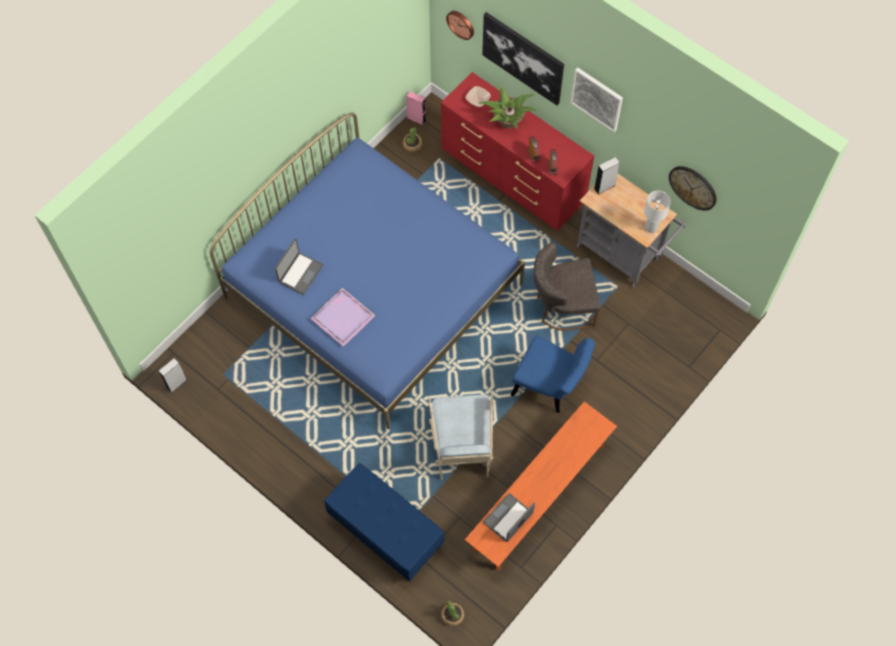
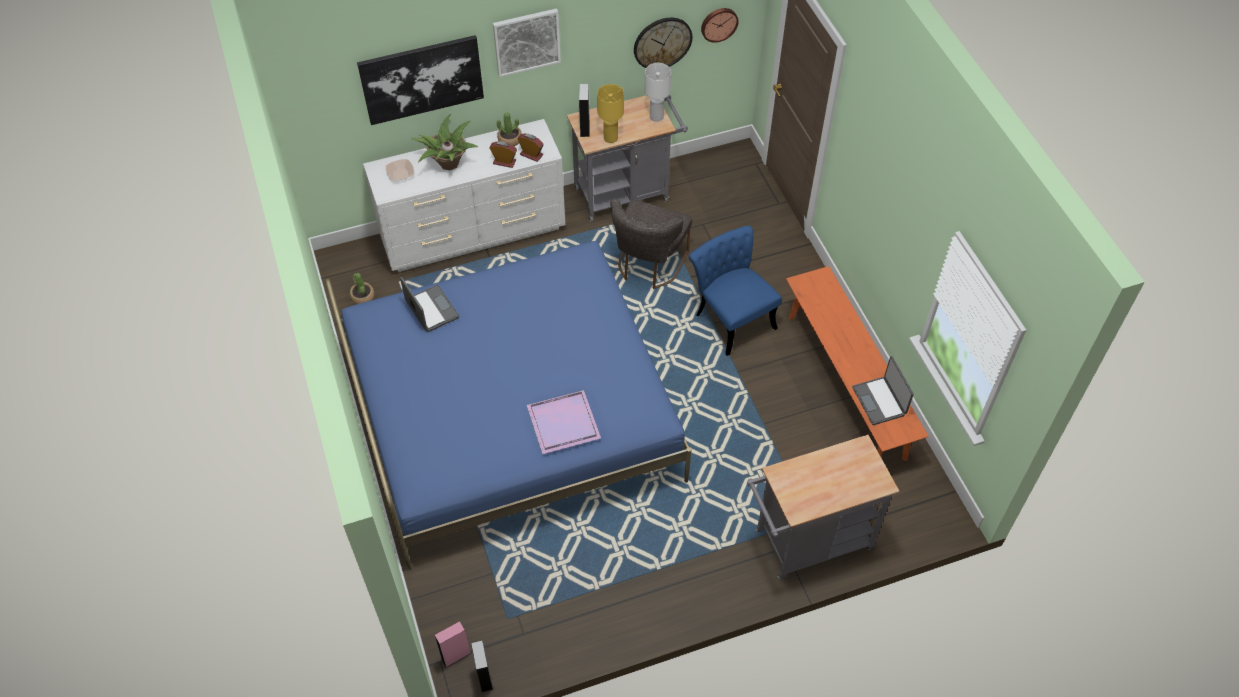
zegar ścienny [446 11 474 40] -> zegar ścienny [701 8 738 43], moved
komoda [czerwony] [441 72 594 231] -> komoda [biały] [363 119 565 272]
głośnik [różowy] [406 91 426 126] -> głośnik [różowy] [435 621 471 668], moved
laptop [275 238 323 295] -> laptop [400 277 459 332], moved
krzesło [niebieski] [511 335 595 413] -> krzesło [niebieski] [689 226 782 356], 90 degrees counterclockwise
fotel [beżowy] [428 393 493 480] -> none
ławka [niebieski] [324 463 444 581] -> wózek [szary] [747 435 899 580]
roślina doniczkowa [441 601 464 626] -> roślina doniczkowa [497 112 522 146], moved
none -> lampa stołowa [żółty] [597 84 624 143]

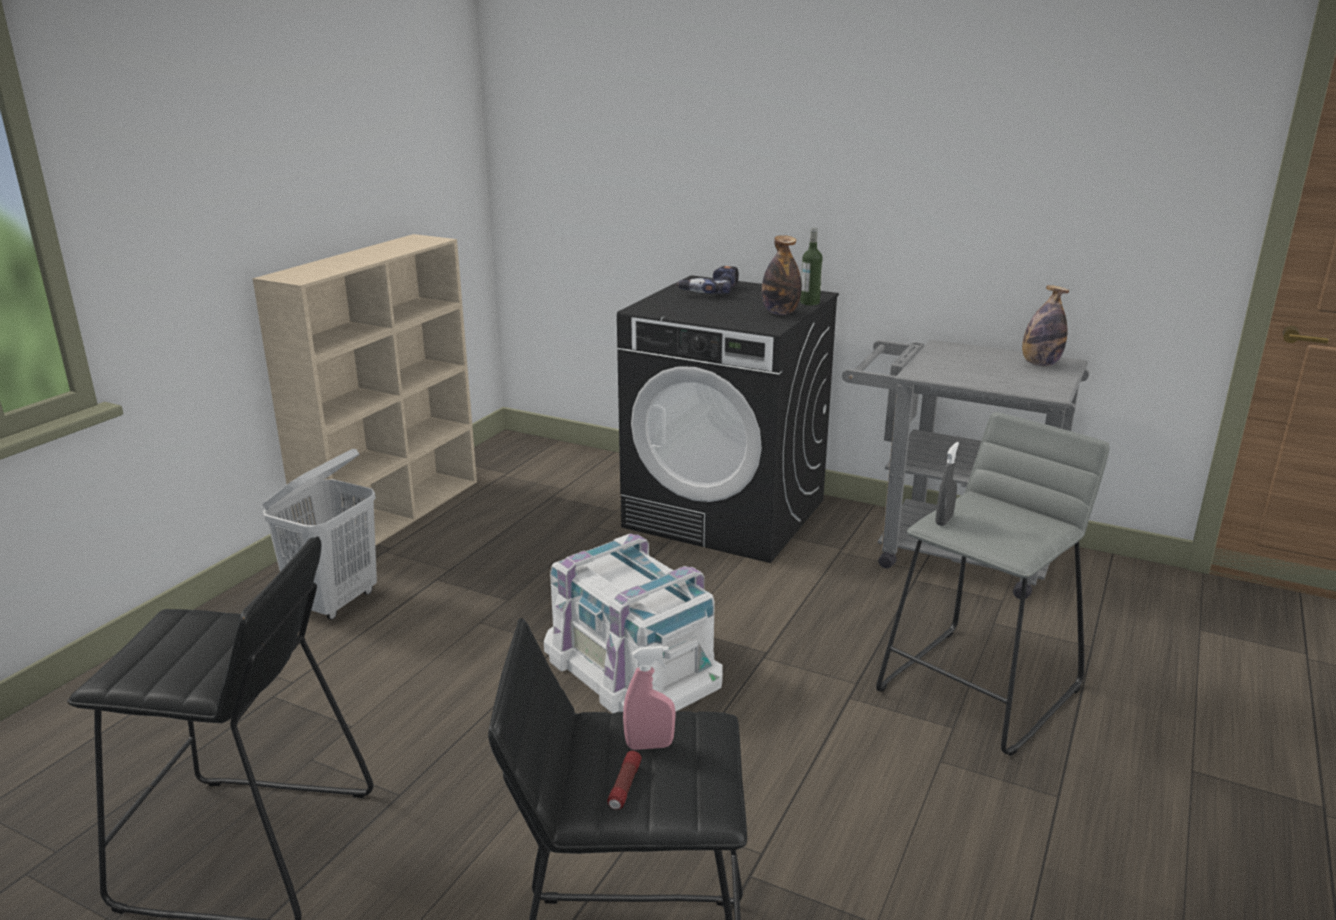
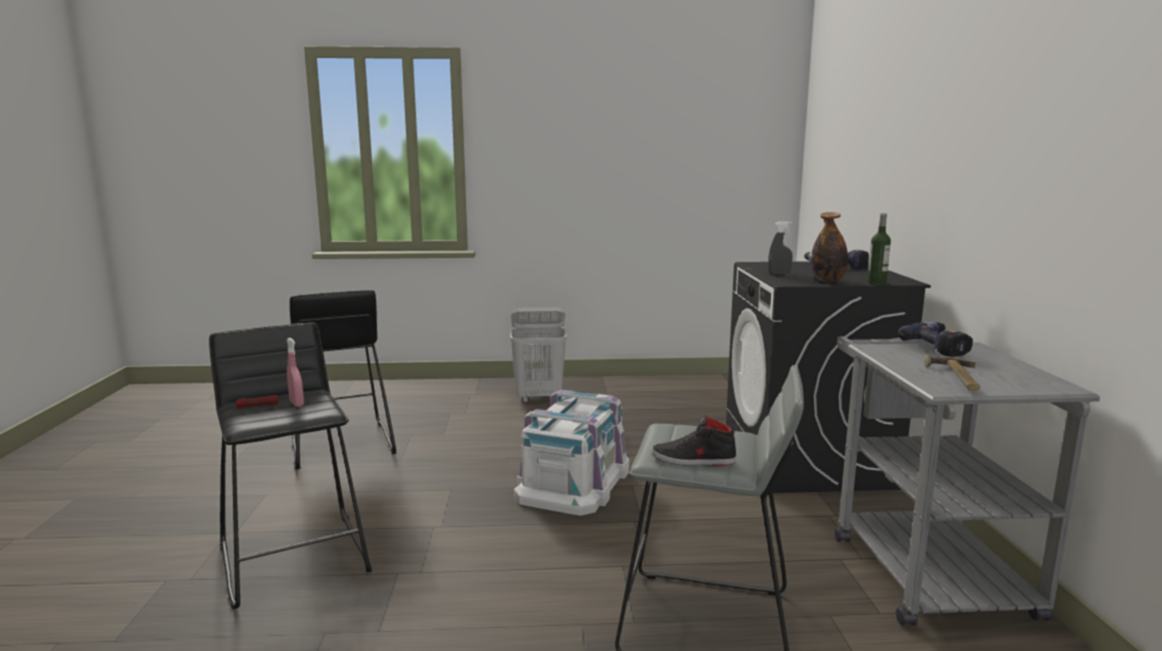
regał [beżowy] [252 234 477 551] -> none
butelka [1022 285 1069 366] -> none
spryskiwacz [szary] [936 442 959 526] -> spryskiwacz [szary] [768 221 793 275], moved
none -> wiertarka [898 322 973 357]
none -> młotek [924 354 980 391]
none -> but [czarny] [651 415 736 466]

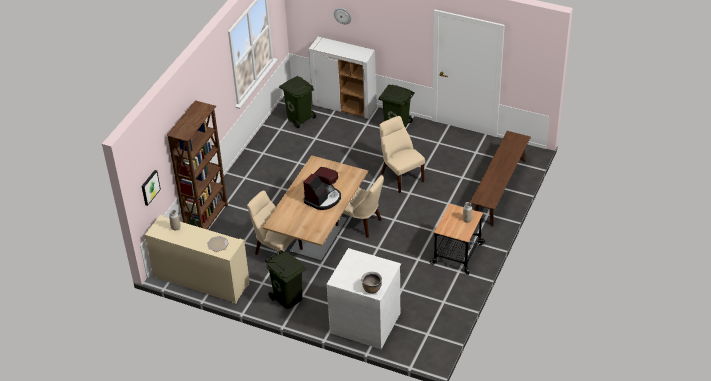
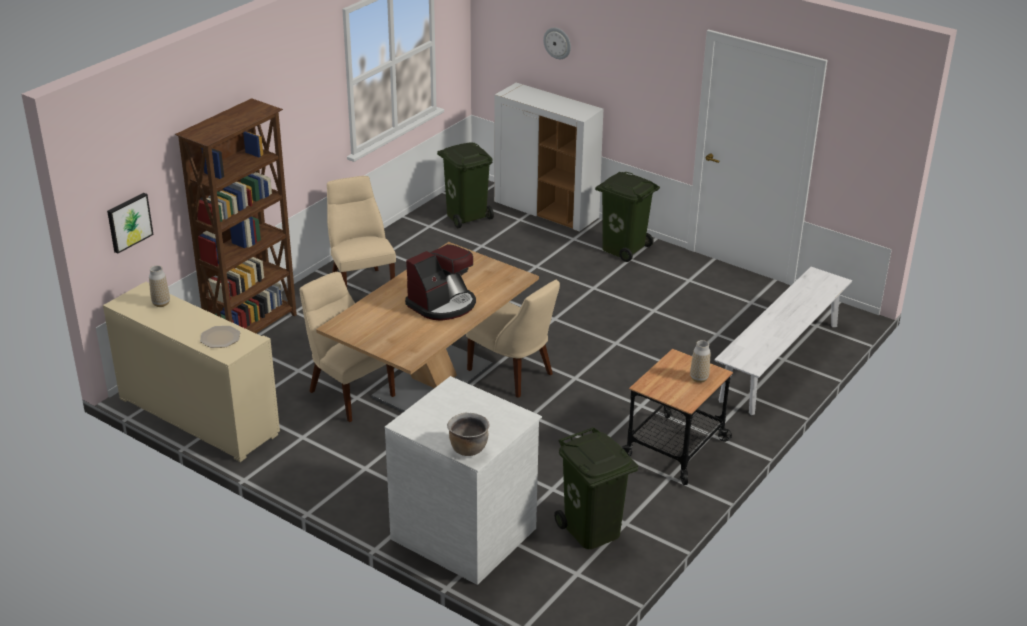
krzesło [beżowy] [379 116 425 193] -> krzesło [beżowy] [327 176 396 287], moved
ławka [brązowy] [470 131 531 226] -> ławka [biały] [714 267 852 415]
kosz na śmieci [zielony] [265 250 306 309] -> kosz na śmieci [zielony] [554 427 638 549], moved

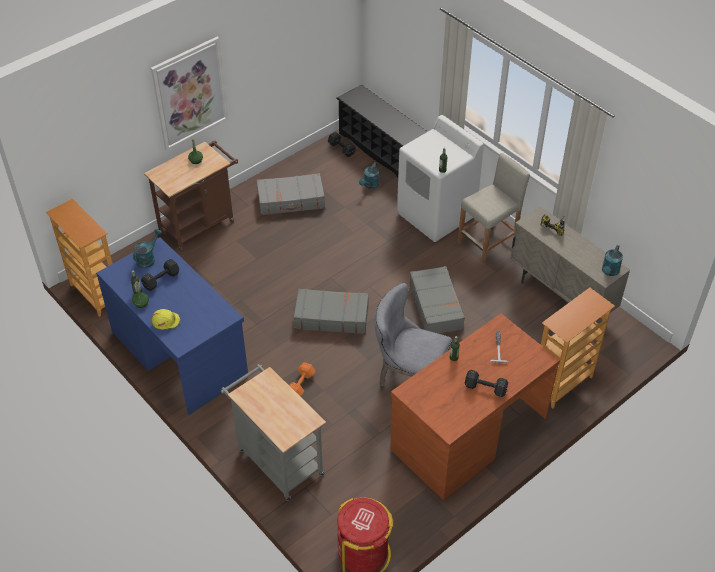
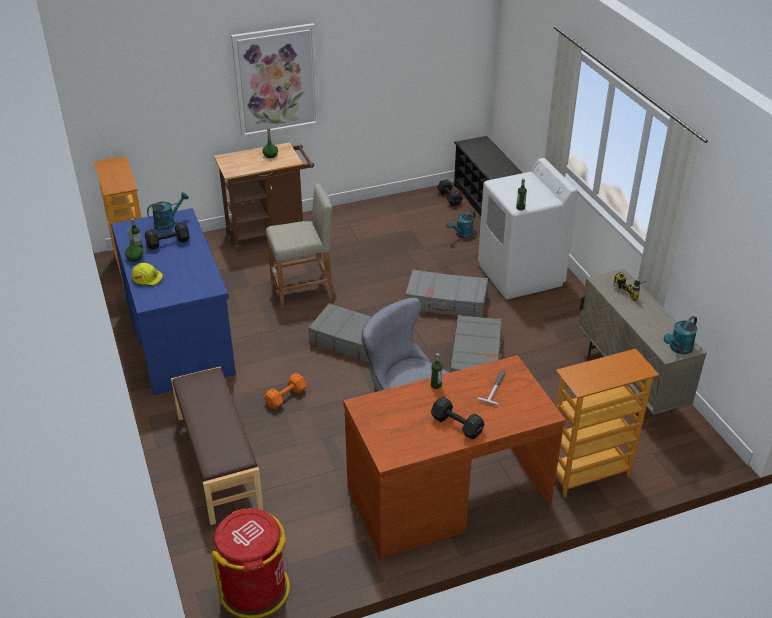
stołek [beżowy] [457 153 530 265] -> stołek [beżowy] [266 183 336 308], moved
walizka [szary] [257 173 325 215] -> walizka [szary] [405 269 488 318], moved
wózek [szary] [221 364 326 501] -> ławka [brązowy] [171 367 264 525]

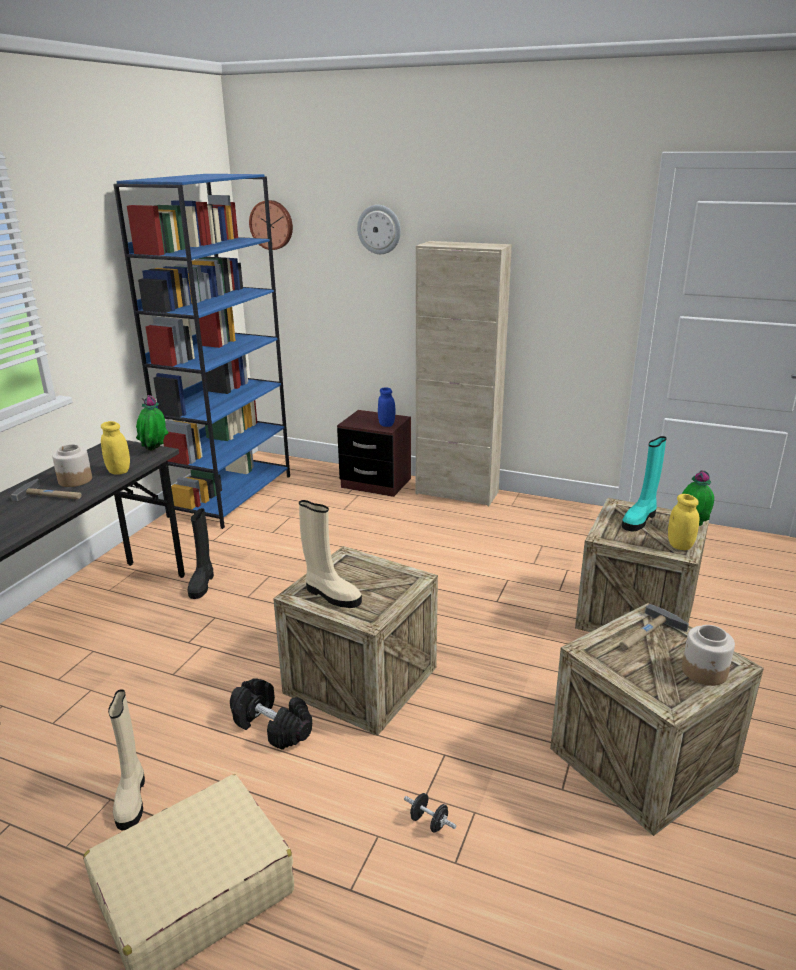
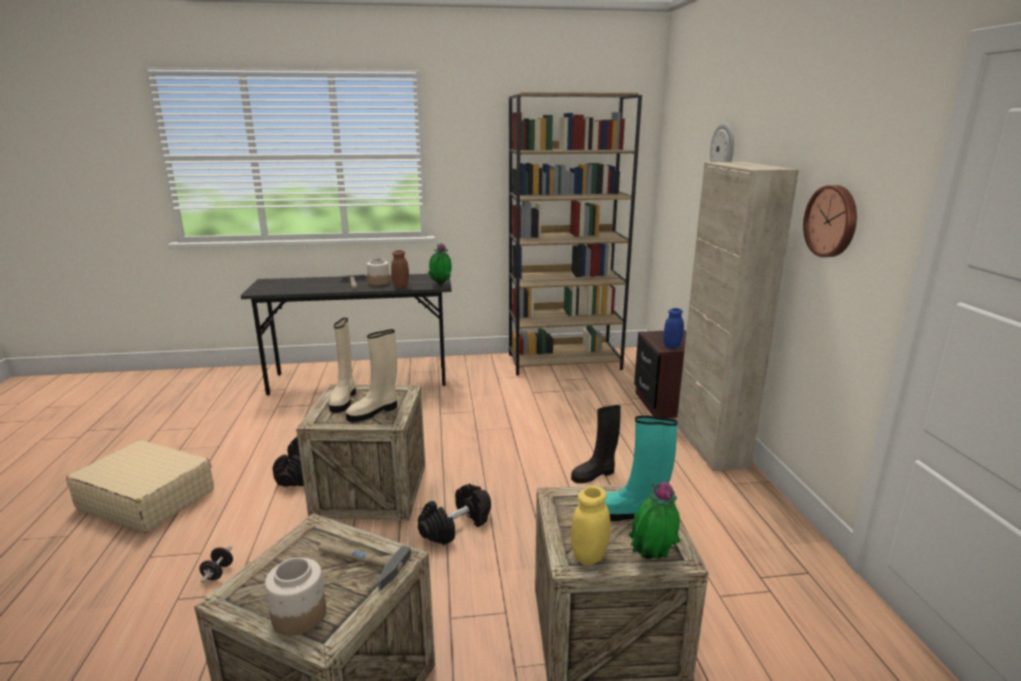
regał [niebieski] [113 174 290 529] -> regał [brązowy] [509 92 642 376]
zegar ścienny [249 200 293 250] -> zegar ścienny [803 185 857 257], moved
słoik [żółty] [101 421 130 475] -> słoik [brązowy] [391 250 409 288]
but z cholewką [czarny] [188 508 214 599] -> but z cholewką [czarny] [571 405 621 483], moved
but z cholewką [beżowy] [108 689 145 830] -> but z cholewką [beżowy] [346 329 397 422], moved
none -> hantel [czarny] [418 484 491 545]

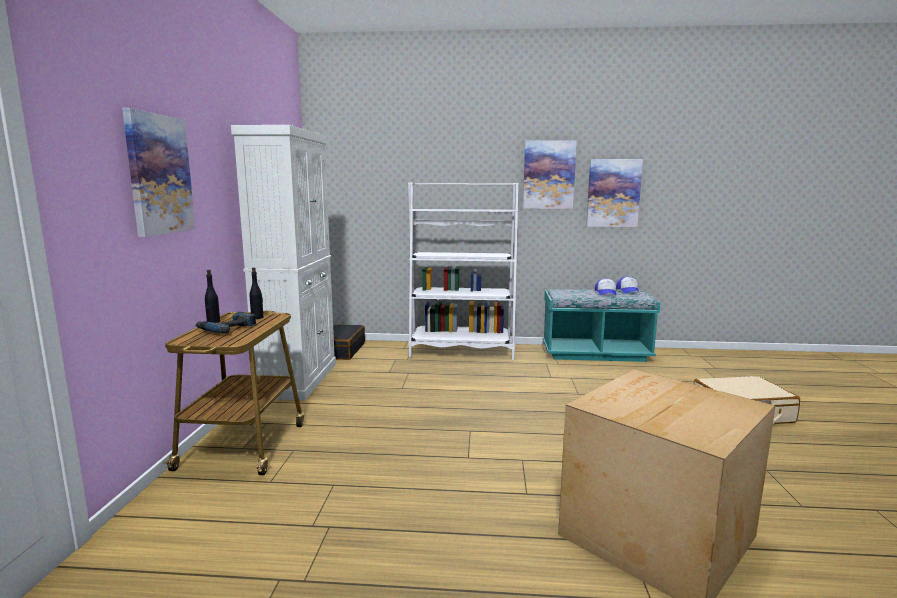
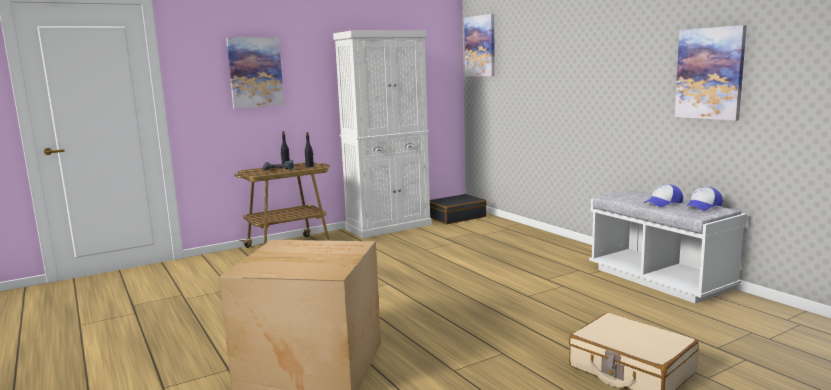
obraz [523 140 577 209] -> obraz [464 14 495 76], moved
regał [biały] [408 183 519 360] -> none
ławka [turkusowy] [543 289 661 362] -> ławka [biały] [589 191 747 303]

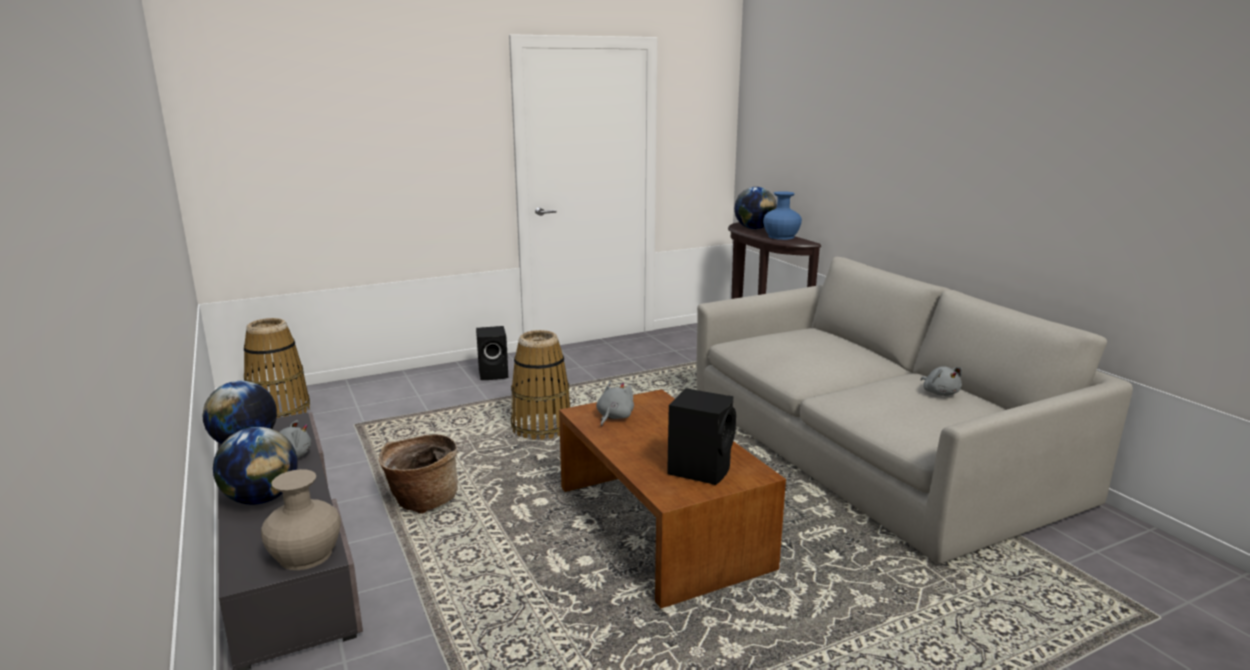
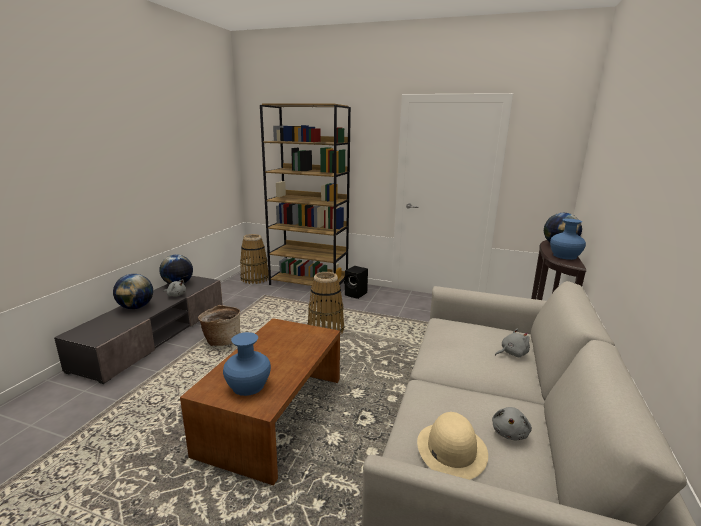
pluszak [szary] [596 382 634 426] -> pluszak [szary] [495 328 530 357], moved
głośnik [czarny] [667 388 736 485] -> wazon [niebieski] [223 332 271 396]
wazon [beżowy] [261 469 341 570] -> none
none -> regał [brązowy] [260 103 351 286]
none -> kapelusz [beżowy] [417 412 488 480]

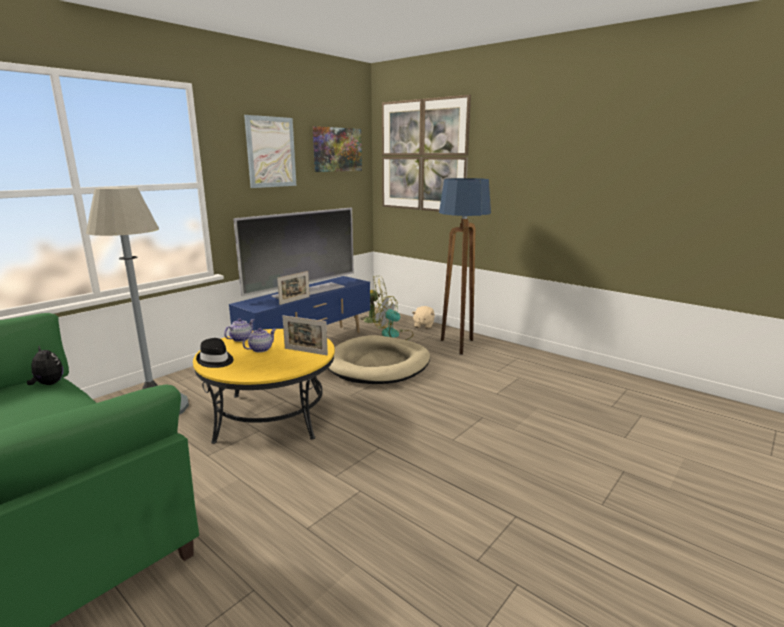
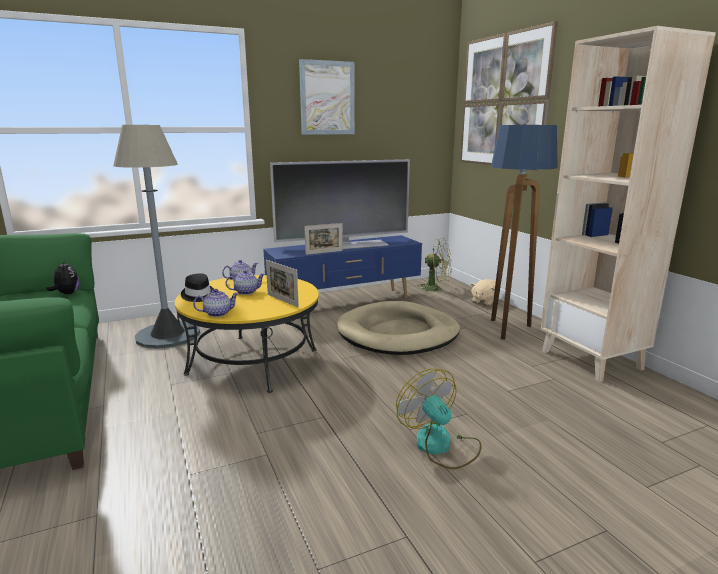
obraz [313 126 362 172] -> none
wentylator [373 296 414 340] -> wentylator [396 369 482 469], moved
none -> regał [beżowy] [541 26 716 382]
none -> imbryk [193 289 239 317]

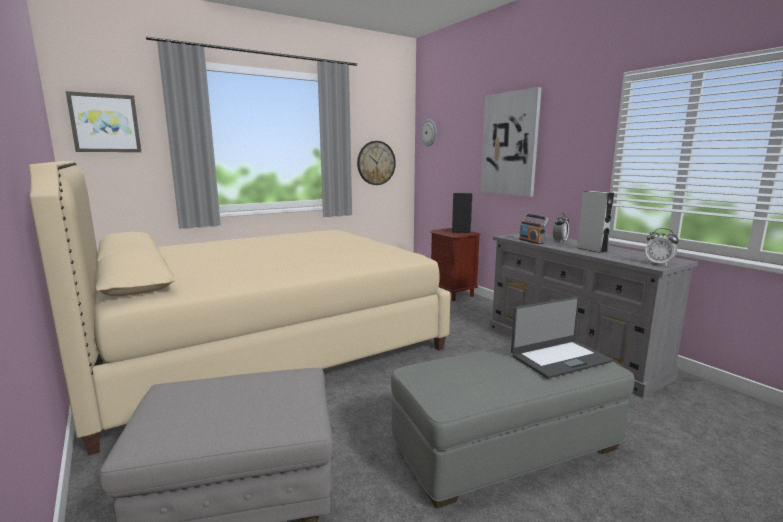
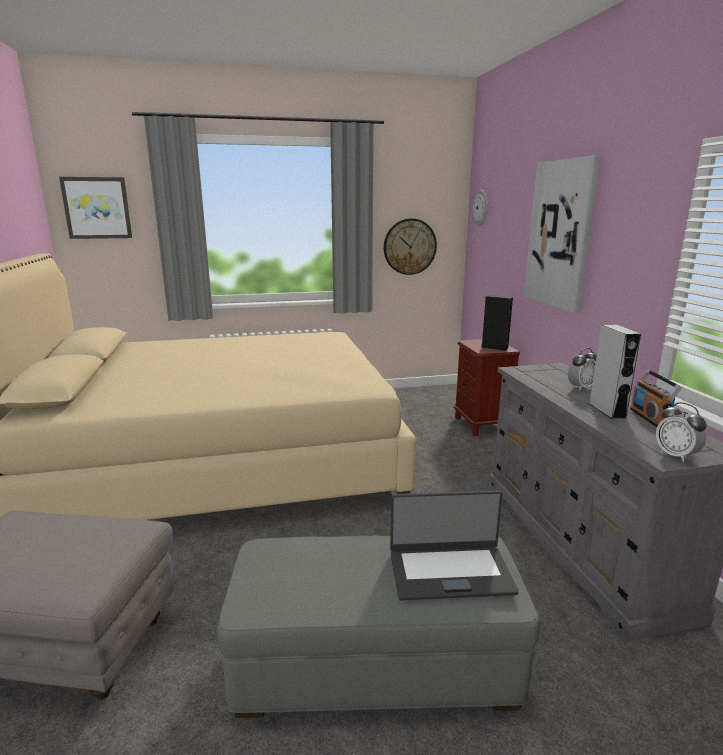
radio [519 214 549 244] -> radio [630 370 682 427], moved

